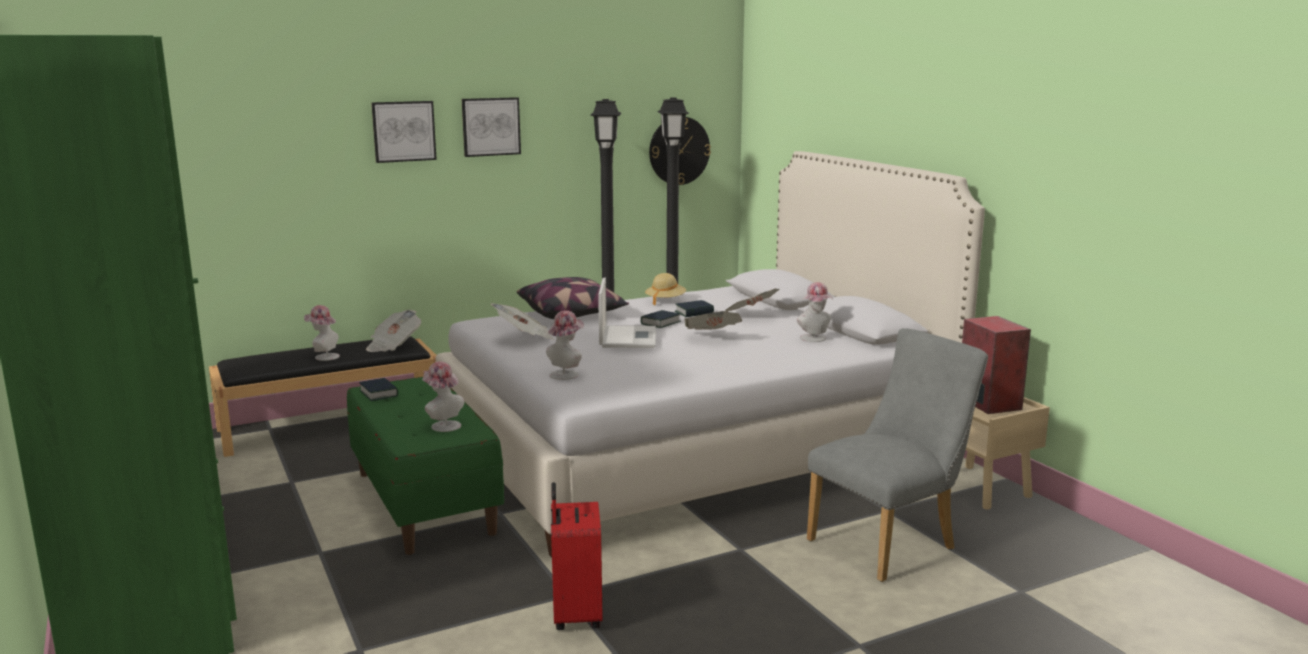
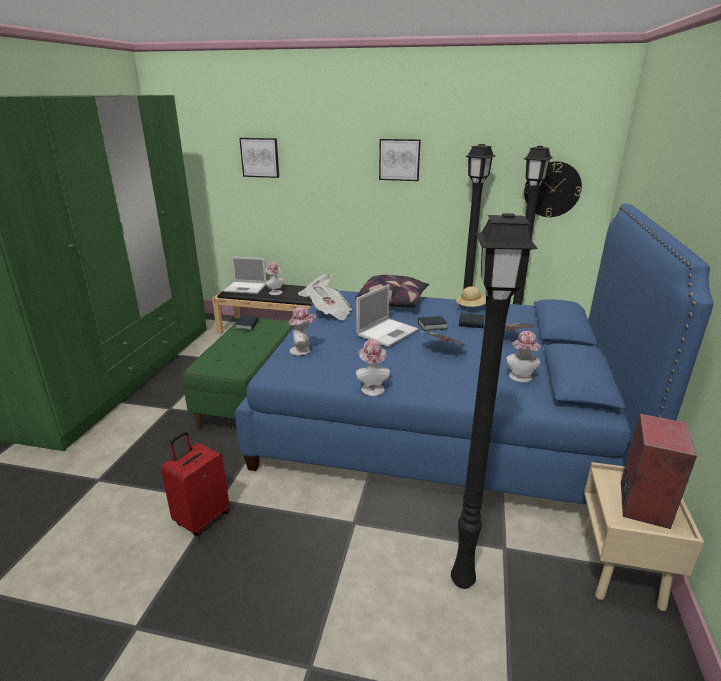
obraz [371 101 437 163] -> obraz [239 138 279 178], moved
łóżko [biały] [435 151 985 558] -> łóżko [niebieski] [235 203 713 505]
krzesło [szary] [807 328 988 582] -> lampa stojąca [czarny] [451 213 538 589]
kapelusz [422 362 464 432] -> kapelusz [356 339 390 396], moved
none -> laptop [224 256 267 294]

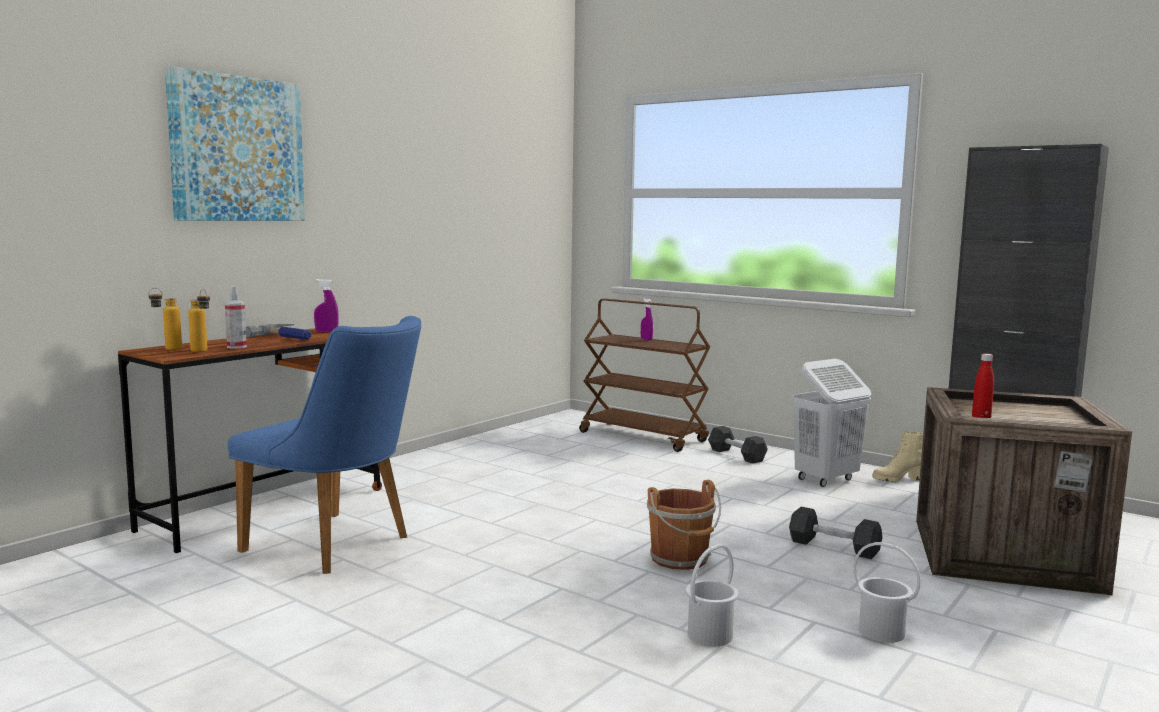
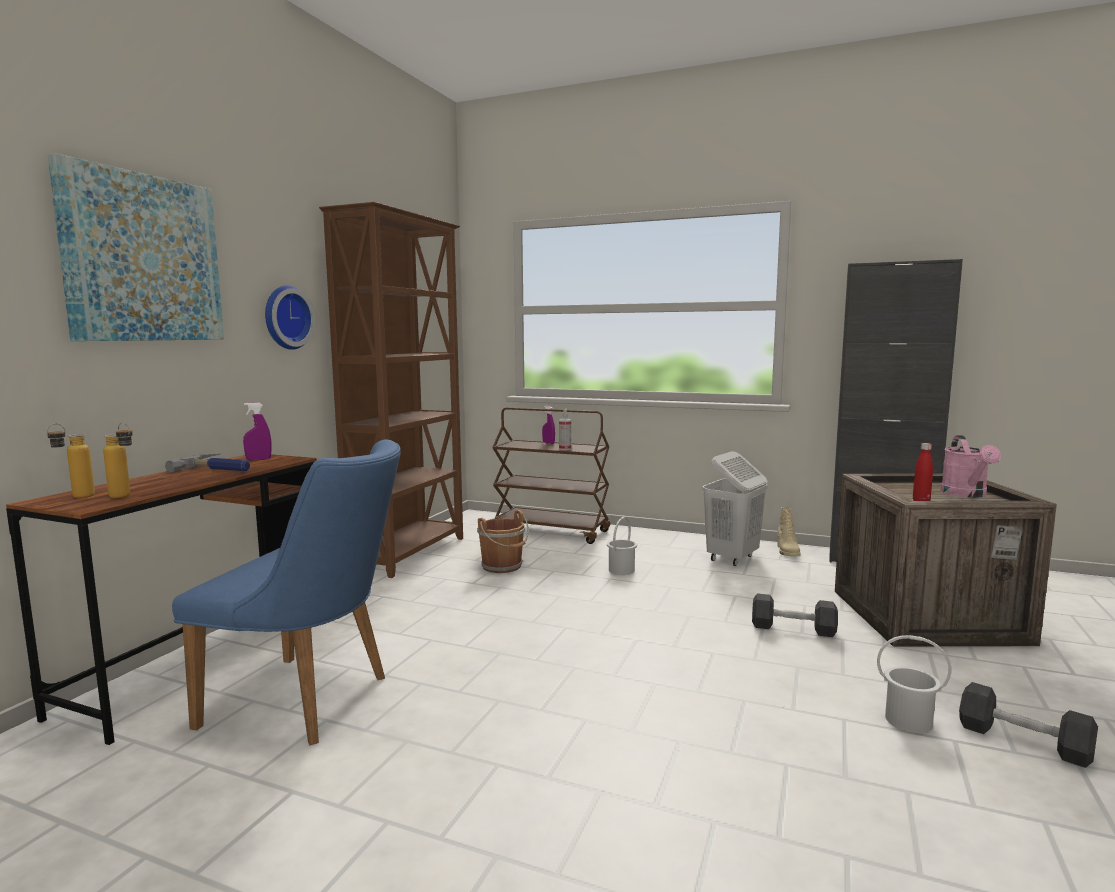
spryskiwacz [225 286 247 348] -> spryskiwacz [559 409 571 450], moved
hantel [czarny] [708 426 768 464] -> hantel [czarny] [959 682 1098 768], moved
but z cholewką [beżowy] [872 431 923 483] -> but z cholewką [beżowy] [777 507 801 557], 60 degrees counterclockwise
wiadro [brązowy] [647 480 721 570] -> wiadro [brązowy] [477 510 529 573], moved
wiadro [biały] [686 544 738 647] -> wiadro [biały] [607 517 637 575], moved
none -> regał [brązowy] [319 202 463 578]
none -> zegar ścienny [265 285 315 350]
none -> konewka [różowy] [941 435 1001 498]

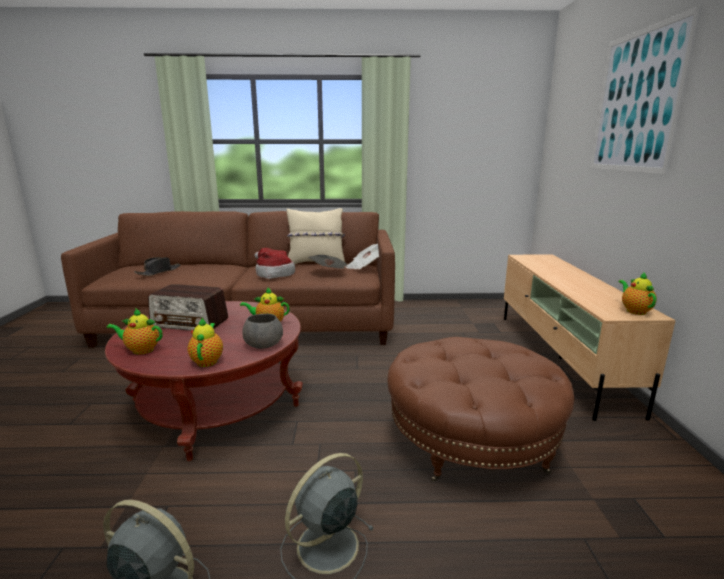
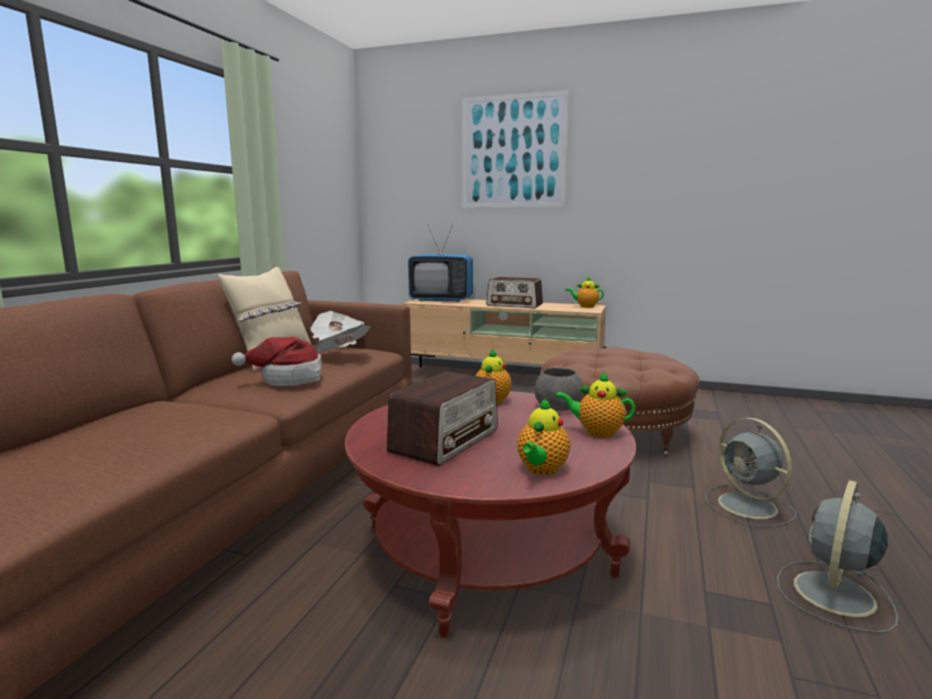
kapelusz [czarny] [134 257 181 276] -> none
none -> telewizor [408 224 473 302]
none -> radio [486 277 543 308]

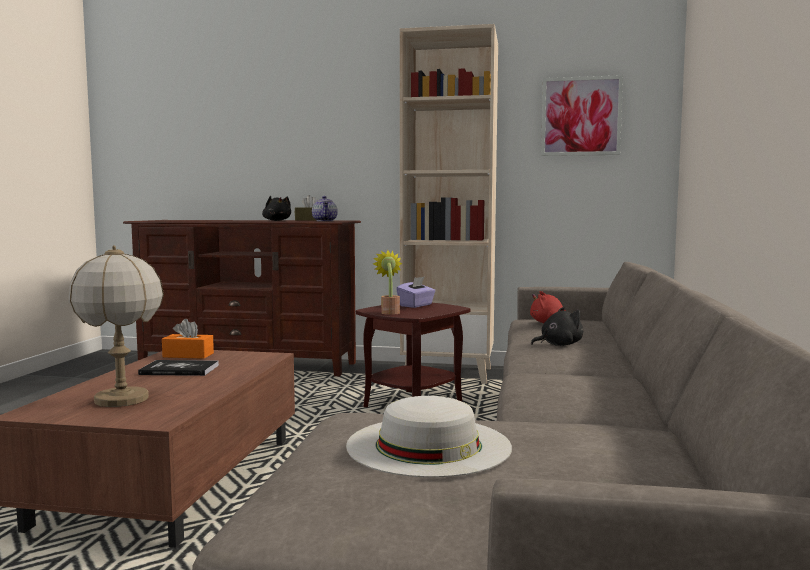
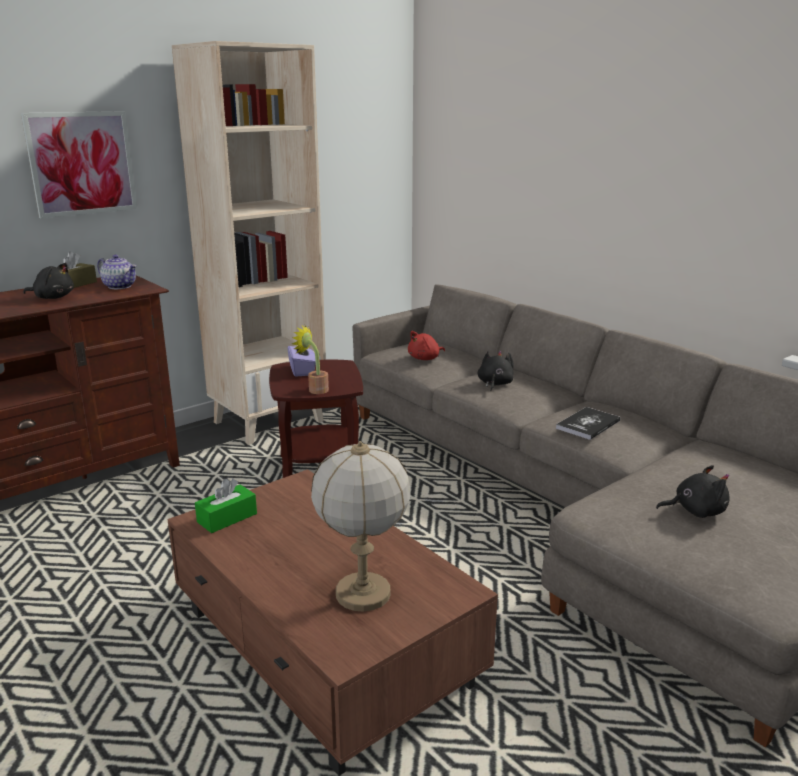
obraz [541 75 623 156] -> obraz [21 111 137 218], moved
pudełko chusteczek [pomarańczowy] [162 319 214 359] -> pudełko chusteczek [zielony] [195 478 257 533]
książka [138 360 219 376] -> książka [556 407 620 440], moved
kapelusz [biały] [346 396 512 477] -> pluszak [czarny] [656 465 730 518]

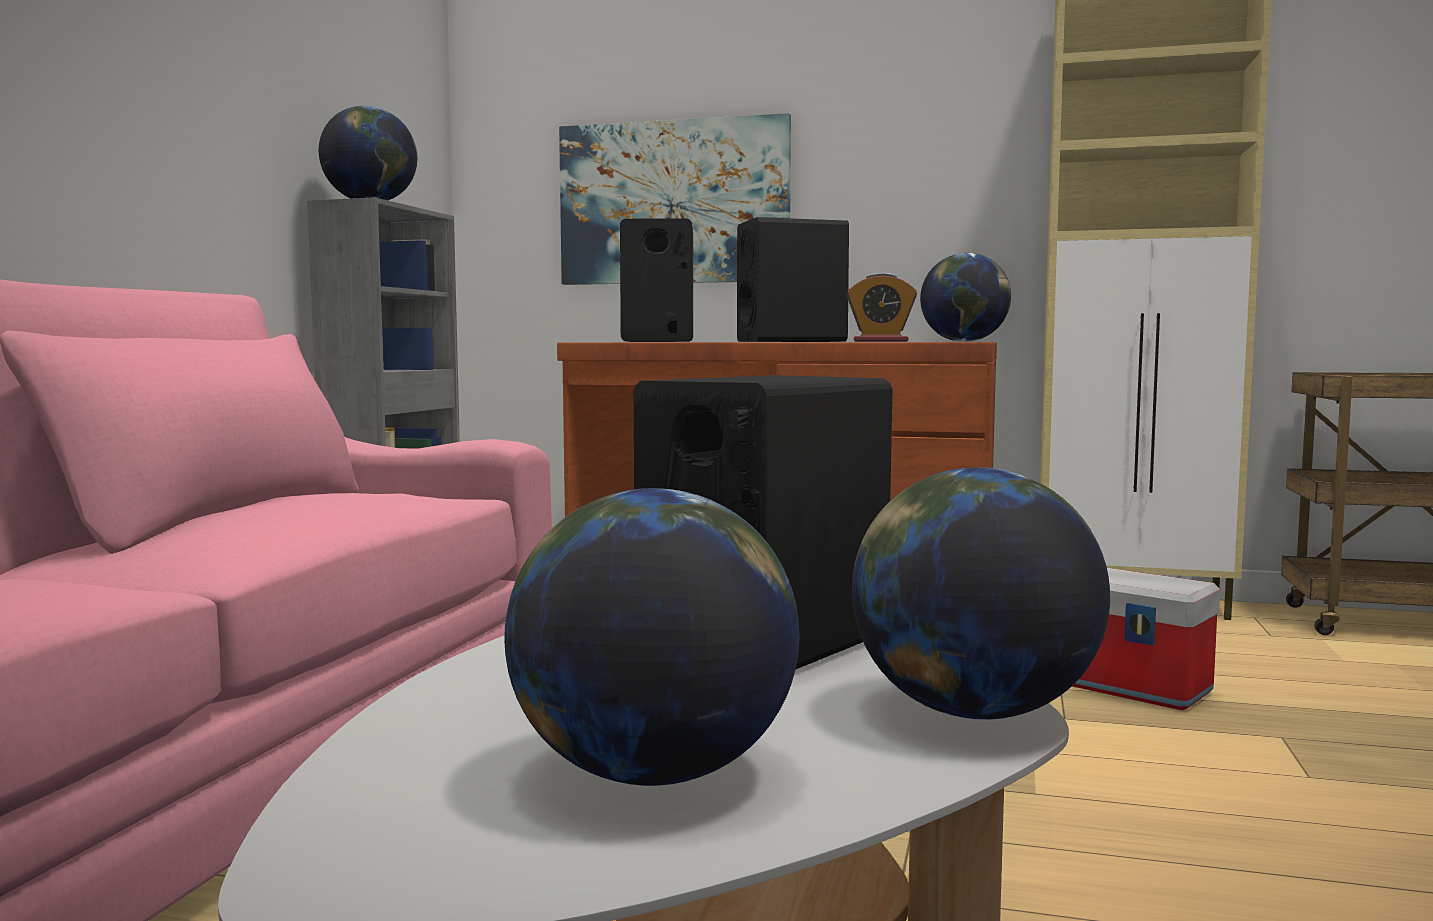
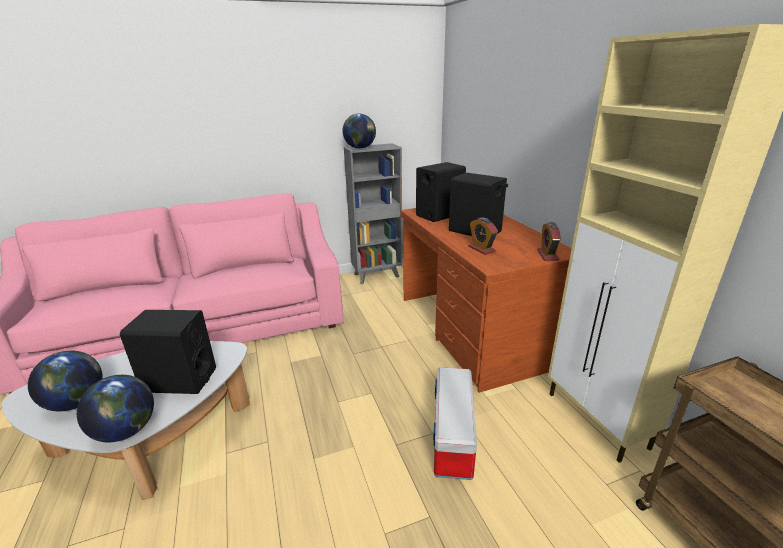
obraz [559 113 791 285] -> none
globus [920 253 1011 342] -> budzik [537 222 561 260]

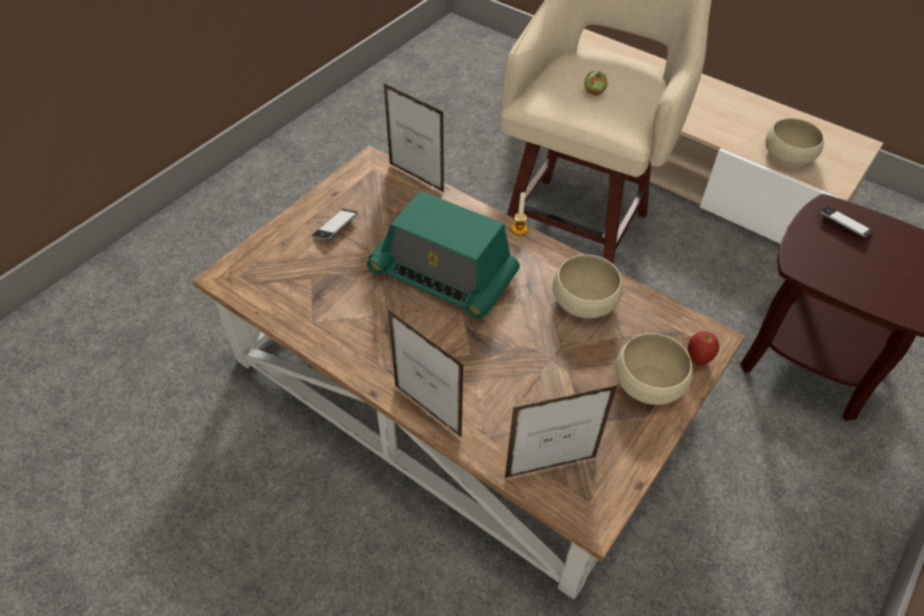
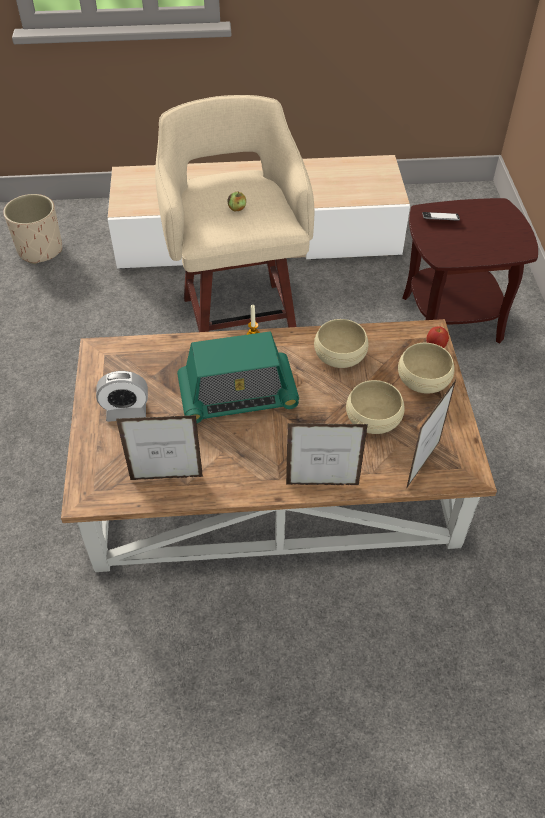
ramka na zdjęcie [384 83 444 192] -> ramka na zdjęcie [116 415 203 480], moved
miska [beżowy] [765 118 824 166] -> miska [beżowy] [346 380 405 434], moved
telefon [312 209 358 240] -> budzik [96 371 148 422]
none -> donica [beżowy] [3 194 62 264]

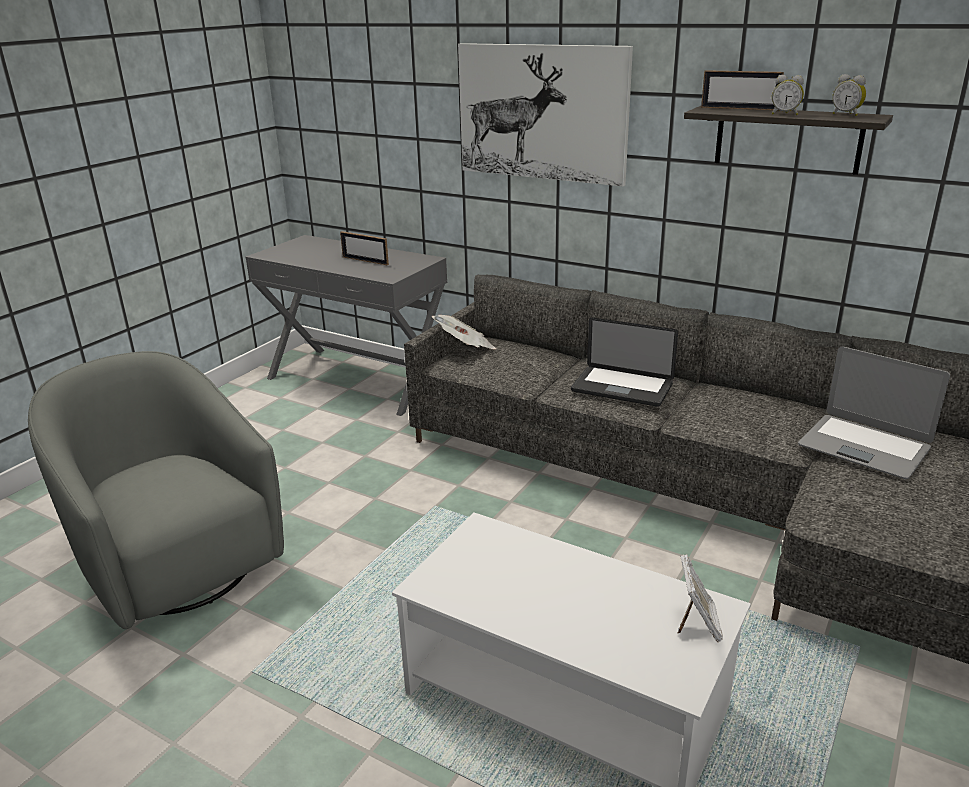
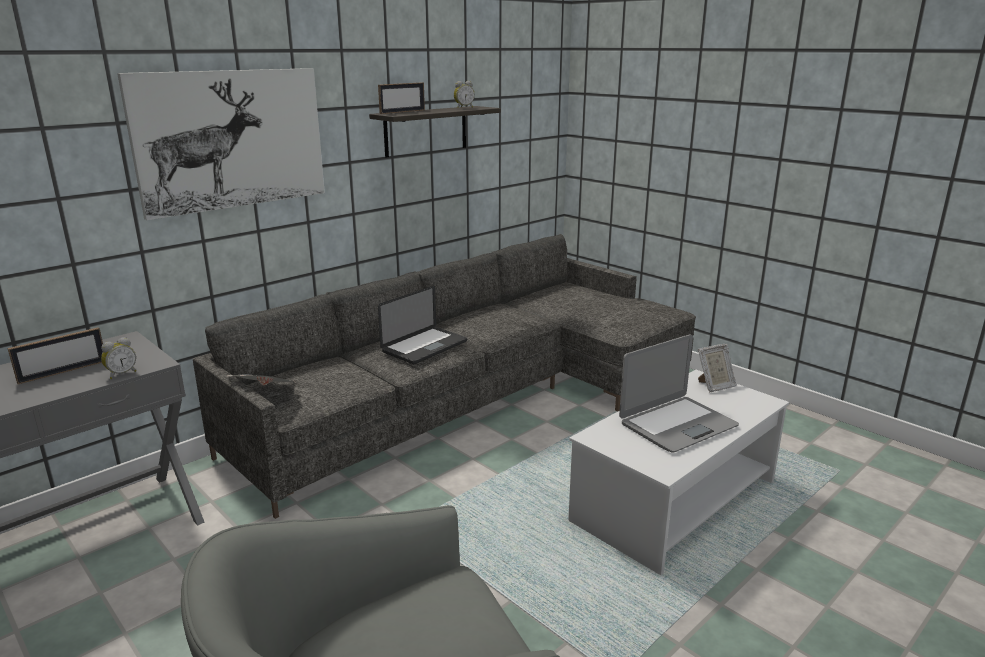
budzik [772 75 804 115] -> budzik [101 337 136 379], moved
laptop [798 346 950 479] -> laptop [619 334 739 452], moved
ramka na zdjęcie [677 554 723 642] -> ramka na zdjęcie [698 344 737 392], 135 degrees clockwise

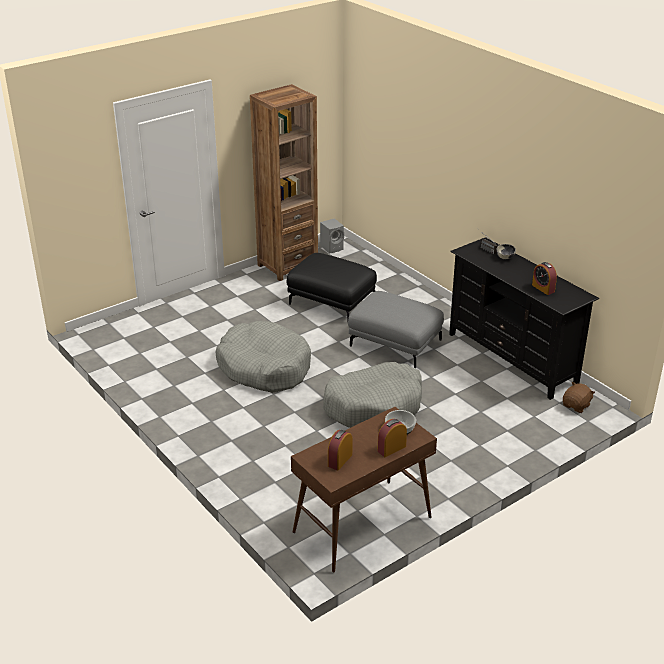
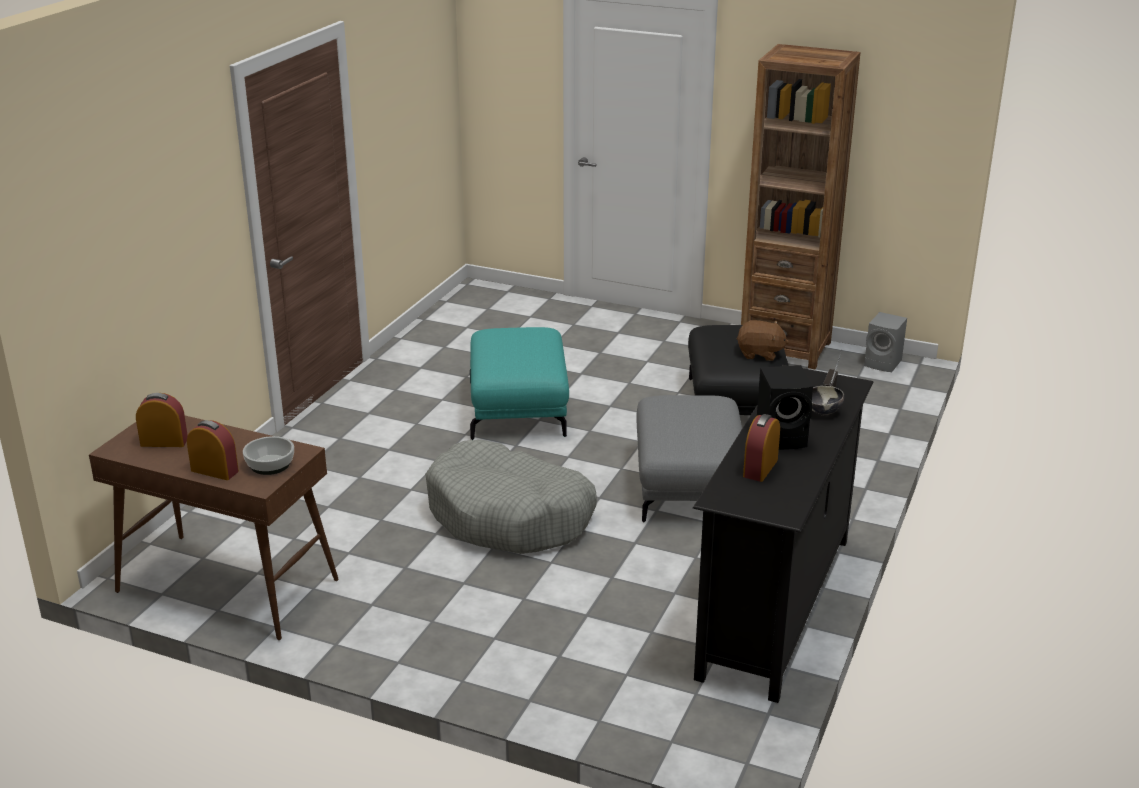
legowisko [szary] [216 321 311 393] -> pufa [turkusowy] [470 327 569 440]
pluszak [brązowy] [563 382 595 413] -> pluszak [brązowy] [737 320 789 361], moved
none -> głośnik [czarny] [757 365 813 450]

